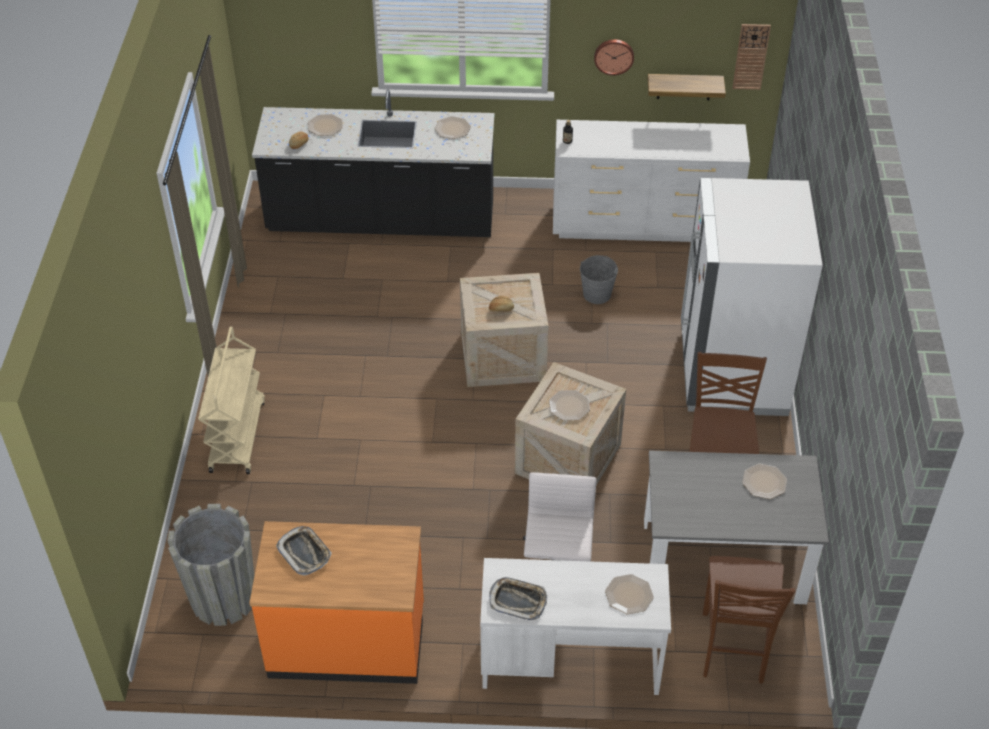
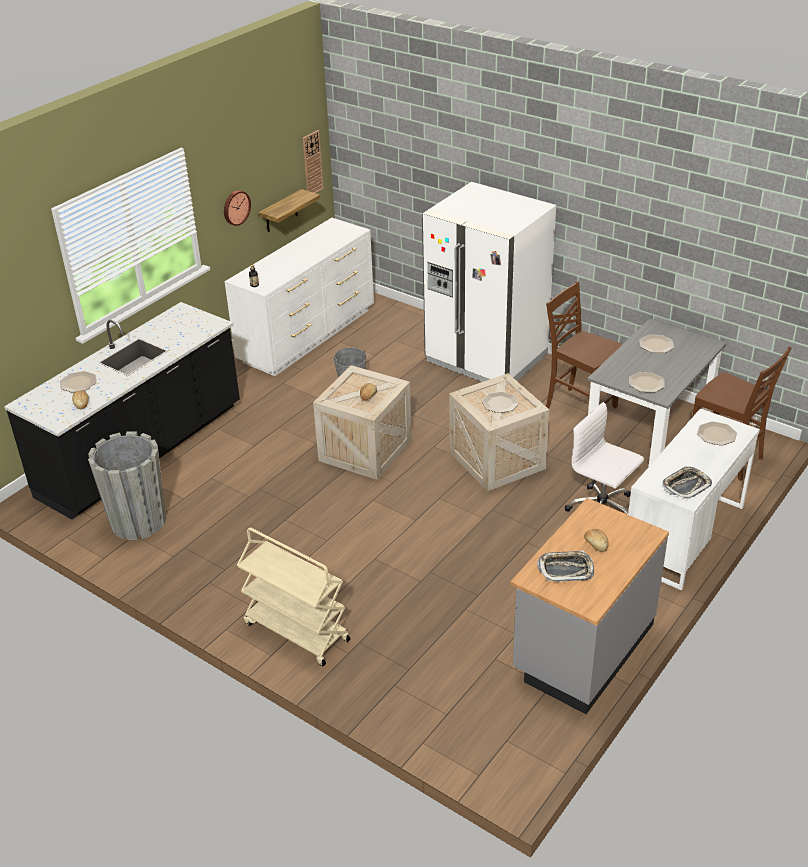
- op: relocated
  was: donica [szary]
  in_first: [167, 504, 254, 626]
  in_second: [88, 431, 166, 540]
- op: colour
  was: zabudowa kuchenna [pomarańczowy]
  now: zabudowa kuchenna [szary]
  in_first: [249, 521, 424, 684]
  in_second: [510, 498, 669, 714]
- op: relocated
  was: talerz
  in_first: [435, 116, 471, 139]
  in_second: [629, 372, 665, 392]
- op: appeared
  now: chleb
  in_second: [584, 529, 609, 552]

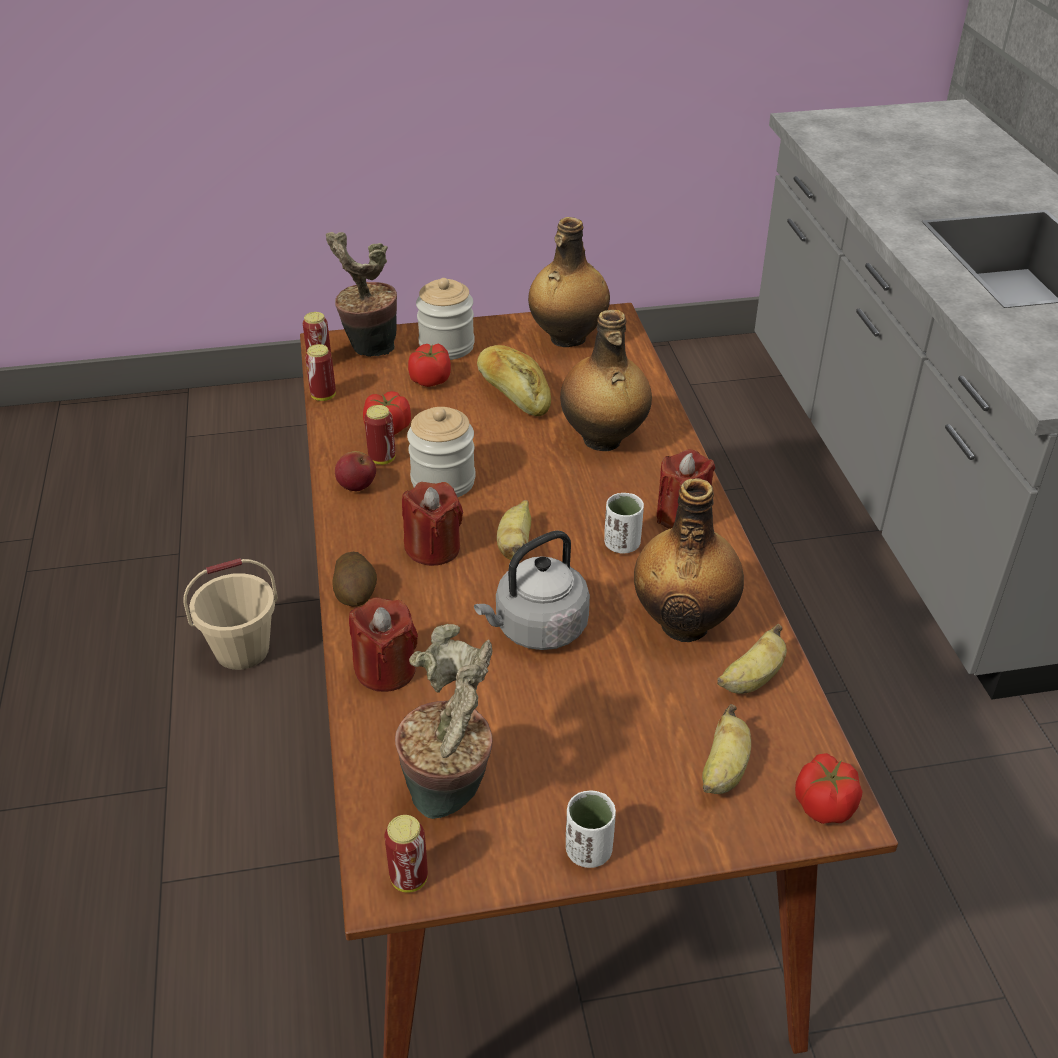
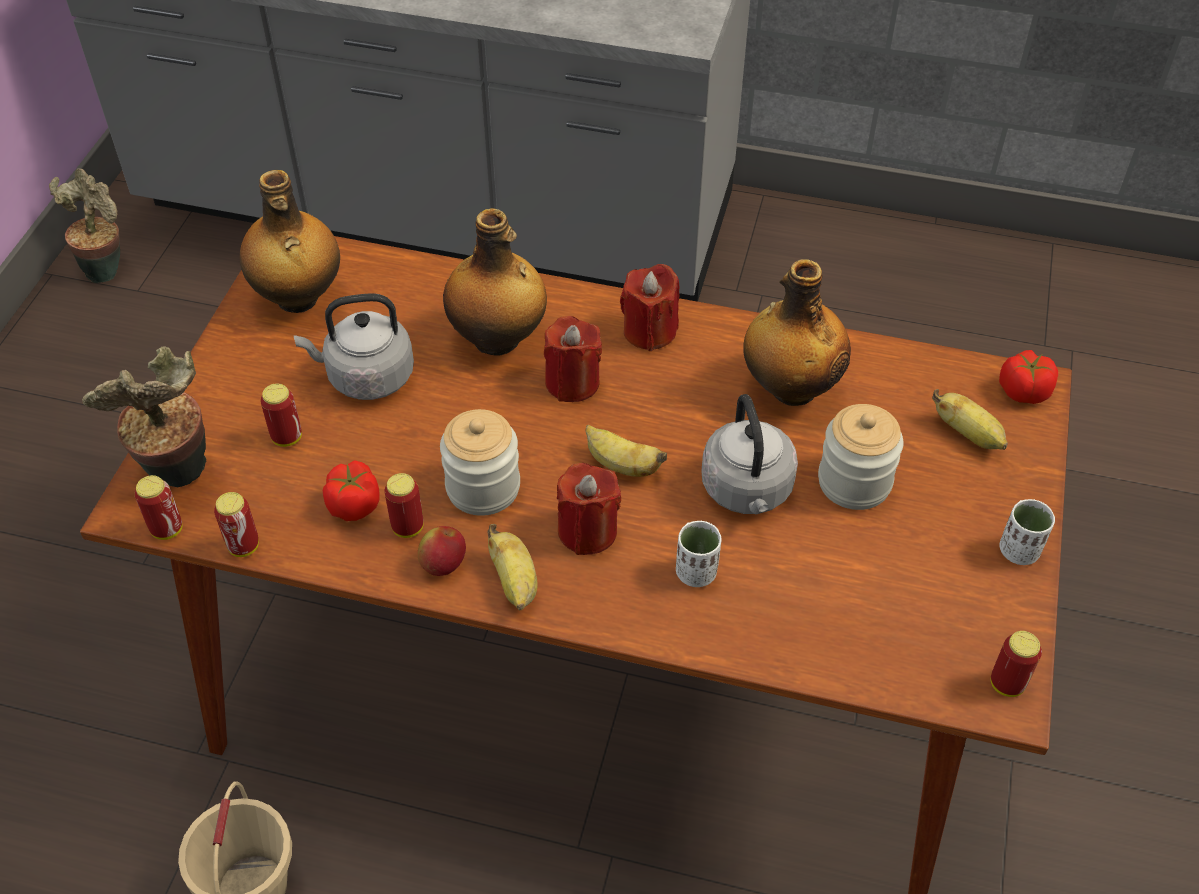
- op: missing
  was: ziemniak
  in_first: [333, 552, 377, 606]
- op: relocated
  was: świeca [czerwony]
  in_first: [349, 597, 418, 692]
  in_second: [544, 316, 602, 402]
- op: relocated
  was: roślina doniczkowa
  in_first: [395, 624, 492, 819]
  in_second: [49, 168, 120, 283]
- op: exchanged
  was: pomidor
  now: puszka
  in_first: [408, 344, 451, 387]
  in_second: [261, 384, 302, 447]
- op: relocated
  was: słoik
  in_first: [416, 278, 475, 360]
  in_second: [818, 404, 903, 510]
- op: exchanged
  was: chleb
  now: czajnik [szary]
  in_first: [477, 345, 551, 416]
  in_second: [294, 293, 414, 400]
- op: relocated
  was: filiżanka [biały]
  in_first: [604, 493, 644, 553]
  in_second: [676, 521, 722, 587]
- op: relocated
  was: banan
  in_first: [717, 624, 787, 694]
  in_second: [487, 524, 538, 610]

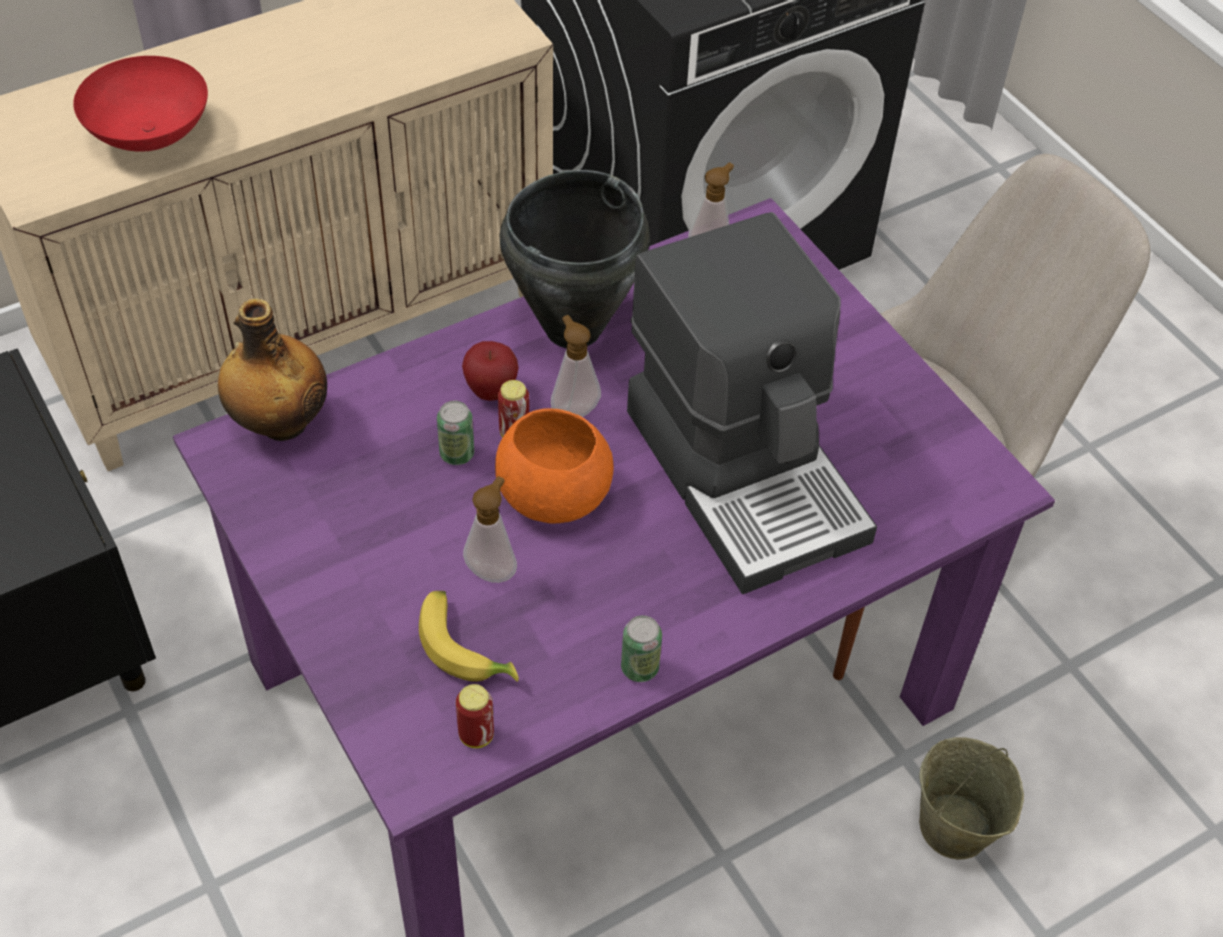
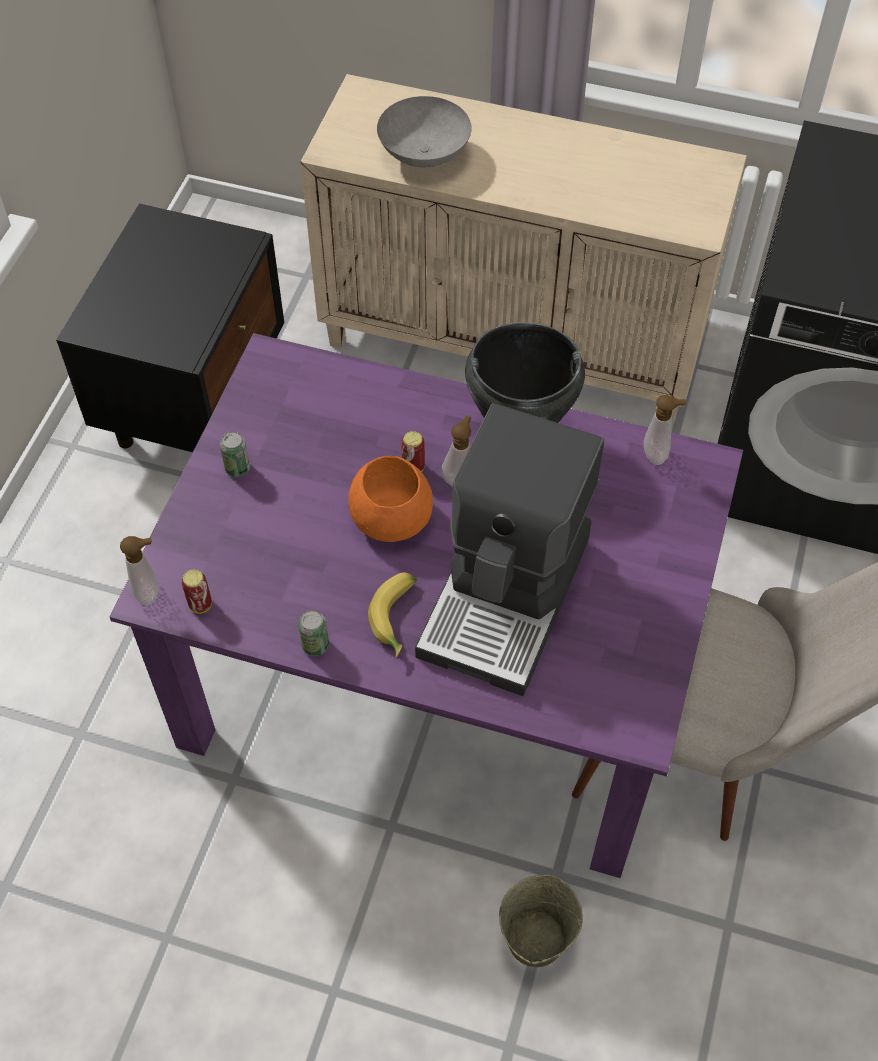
- op: colour
  was: miska [czerwony]
  now: miska [szary]
  in_first: [73, 56, 208, 152]
  in_second: [377, 96, 471, 167]
- op: missing
  was: butelka
  in_first: [218, 299, 327, 441]
- op: relocated
  was: banan
  in_first: [419, 591, 519, 682]
  in_second: [368, 573, 417, 659]
- op: relocated
  was: puszka
  in_first: [437, 401, 474, 465]
  in_second: [220, 431, 250, 477]
- op: missing
  was: jabłko
  in_first: [462, 341, 519, 401]
- op: relocated
  was: dozownik mydła
  in_first: [463, 476, 517, 583]
  in_second: [120, 536, 158, 605]

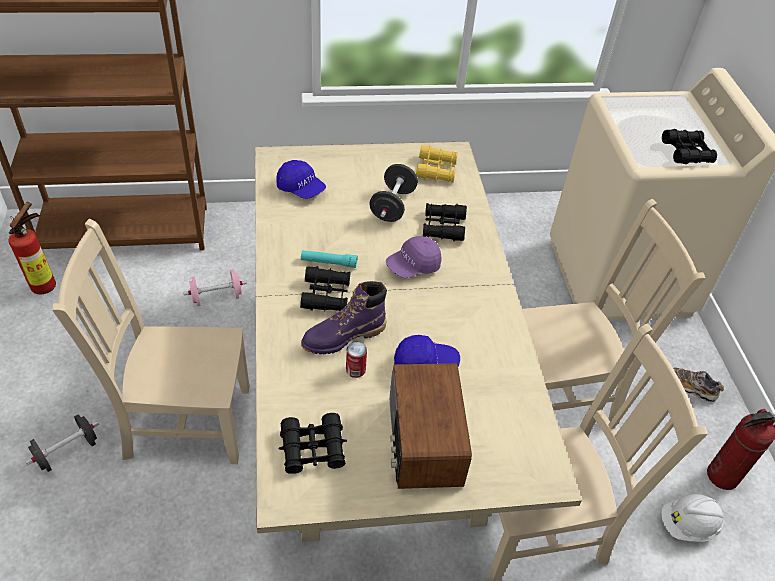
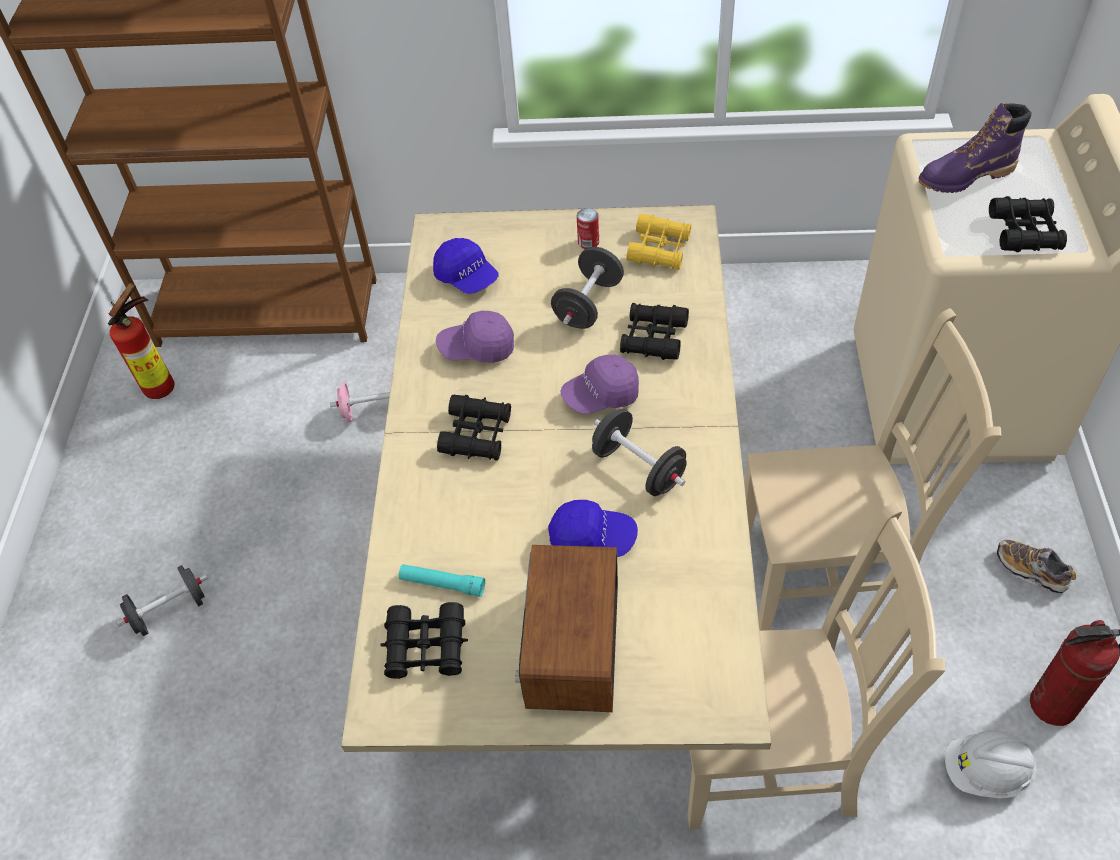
- op: missing
  was: krzesło [beżowy]
  in_first: [52, 219, 250, 464]
- op: relocated
  was: latarka [turkusowy]
  in_first: [301, 250, 358, 268]
  in_second: [399, 564, 485, 597]
- op: relocated
  was: but z cholewką [fioletowy]
  in_first: [301, 281, 387, 354]
  in_second: [919, 103, 1031, 193]
- op: relocated
  was: puszka
  in_first: [346, 342, 367, 378]
  in_second: [576, 208, 599, 249]
- op: appeared
  now: czapka z daszkiem [fioletowy]
  in_second: [436, 311, 514, 363]
- op: appeared
  now: hantel [czarny]
  in_second: [592, 409, 687, 496]

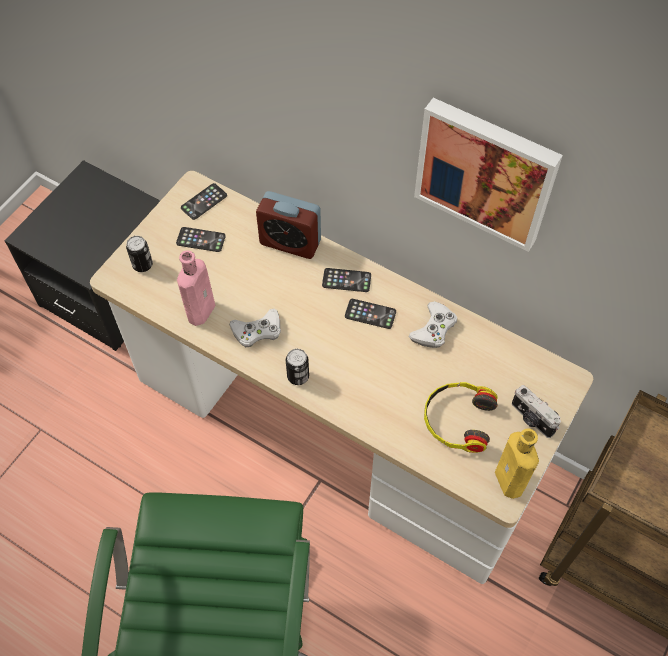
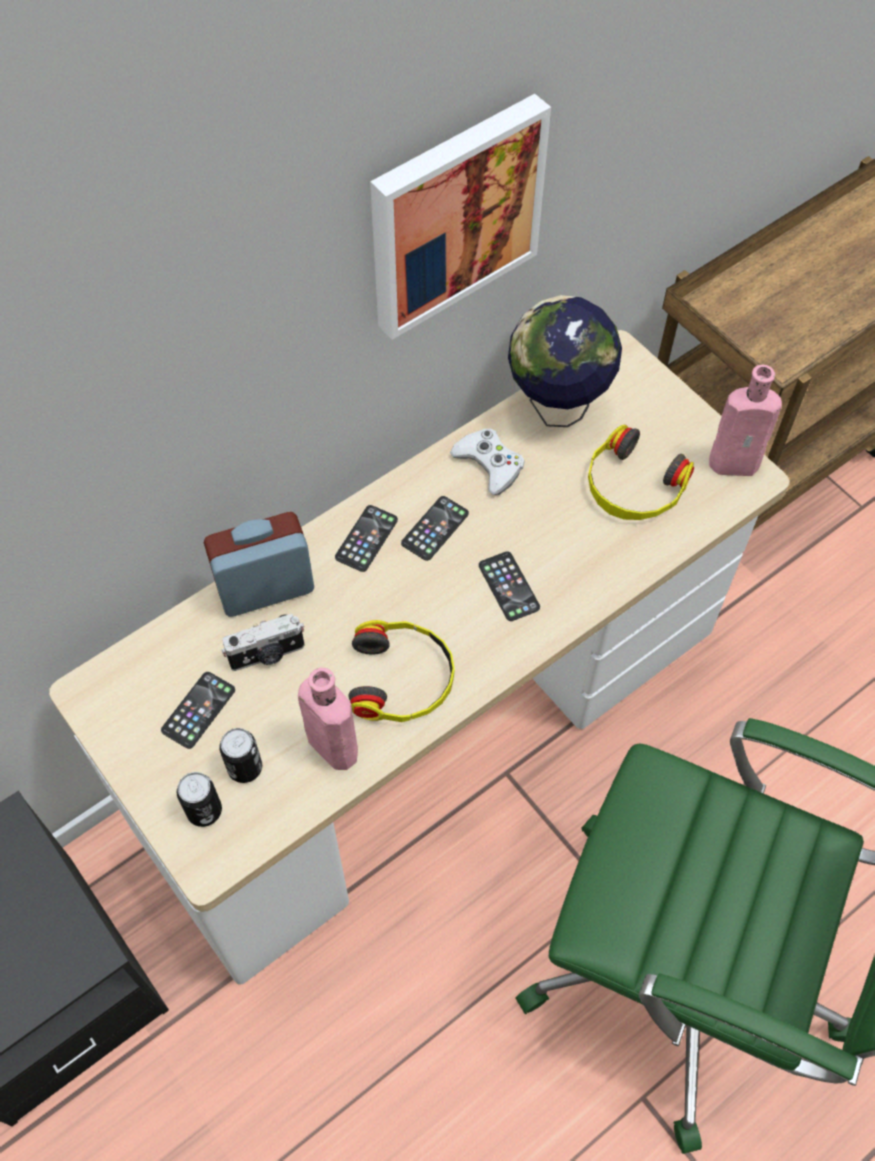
- op: relocated
  was: telefon
  in_first: [181, 183, 227, 220]
  in_second: [479, 551, 540, 621]
- op: exchanged
  was: pad do gier [biały]
  now: słuchawki
  in_first: [230, 308, 281, 347]
  in_second: [348, 620, 455, 722]
- op: spun
  was: budzik
  in_first: [256, 191, 321, 259]
  in_second: [204, 512, 314, 617]
  clockwise: -150
- op: relocated
  was: puszka
  in_first: [286, 349, 309, 385]
  in_second: [219, 728, 262, 783]
- op: colour
  was: butelka [żółty]
  now: butelka [różowy]
  in_first: [495, 429, 539, 499]
  in_second: [709, 365, 782, 476]
- op: relocated
  was: aparat fotograficzny
  in_first: [512, 385, 561, 438]
  in_second: [222, 614, 304, 671]
- op: appeared
  now: globus
  in_second: [508, 295, 622, 427]

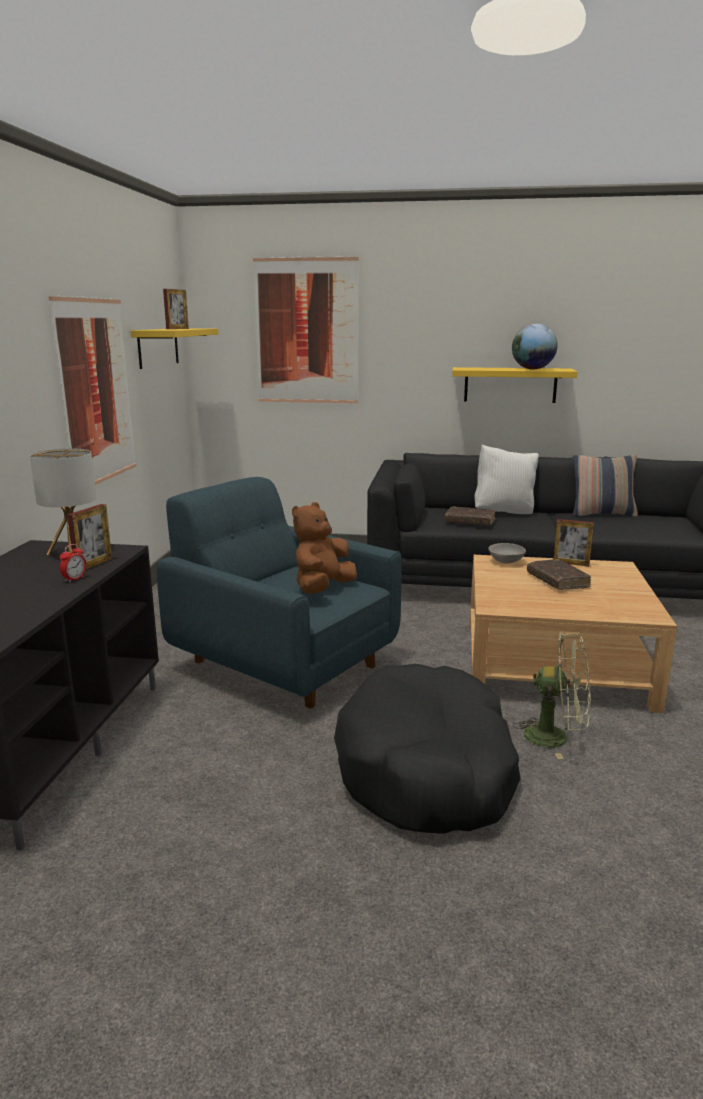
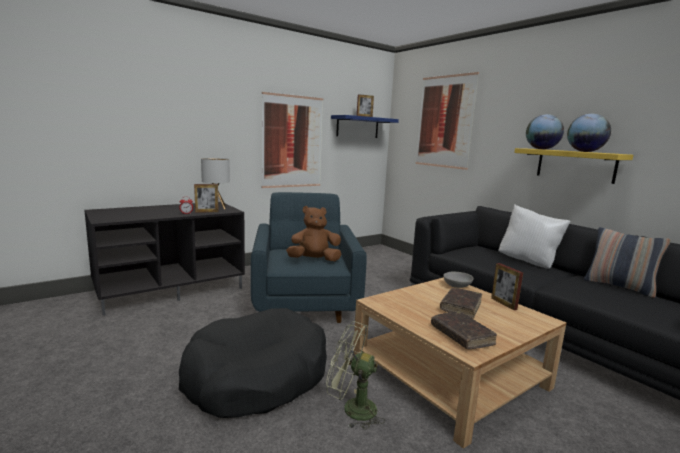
- op: colour
  was: półka [żółty]
  now: półka [niebieski]
  in_first: [130, 328, 218, 369]
  in_second: [331, 115, 399, 138]
- op: relocated
  was: książka [brązowy]
  in_first: [445, 506, 496, 525]
  in_second: [431, 311, 497, 349]
- op: spun
  was: wentylator [zielony]
  in_first: [513, 633, 591, 759]
  in_second: [326, 321, 385, 430]
  clockwise: 135
- op: appeared
  now: globus
  in_second: [526, 114, 564, 149]

